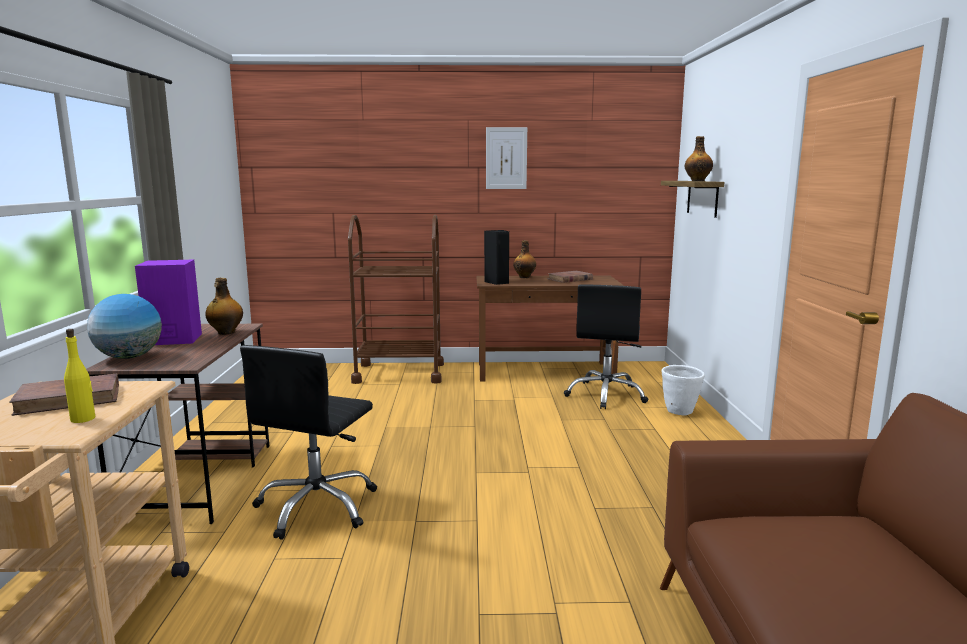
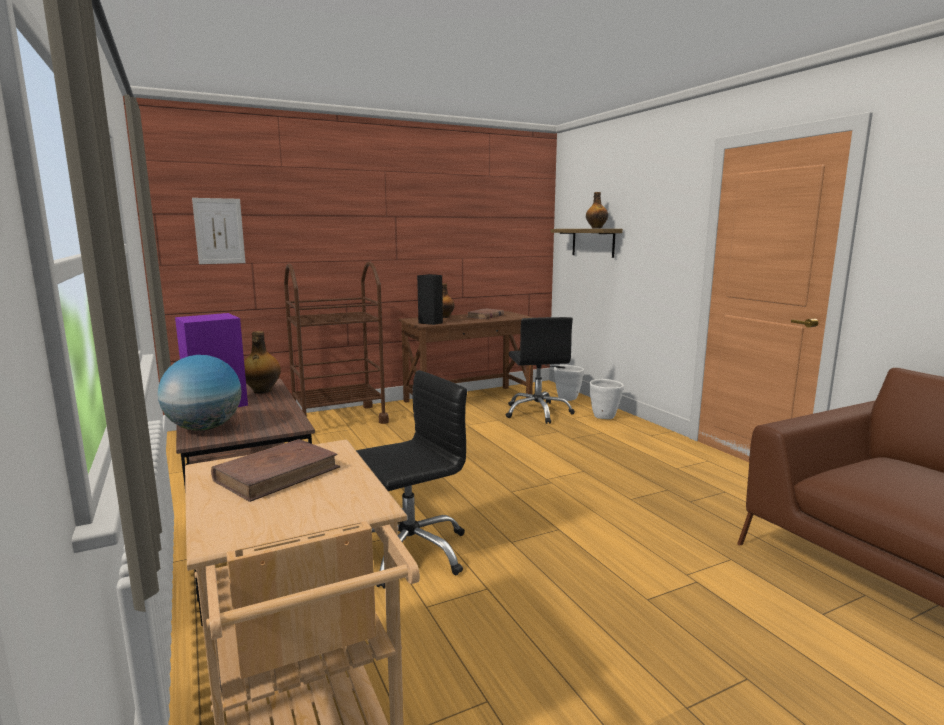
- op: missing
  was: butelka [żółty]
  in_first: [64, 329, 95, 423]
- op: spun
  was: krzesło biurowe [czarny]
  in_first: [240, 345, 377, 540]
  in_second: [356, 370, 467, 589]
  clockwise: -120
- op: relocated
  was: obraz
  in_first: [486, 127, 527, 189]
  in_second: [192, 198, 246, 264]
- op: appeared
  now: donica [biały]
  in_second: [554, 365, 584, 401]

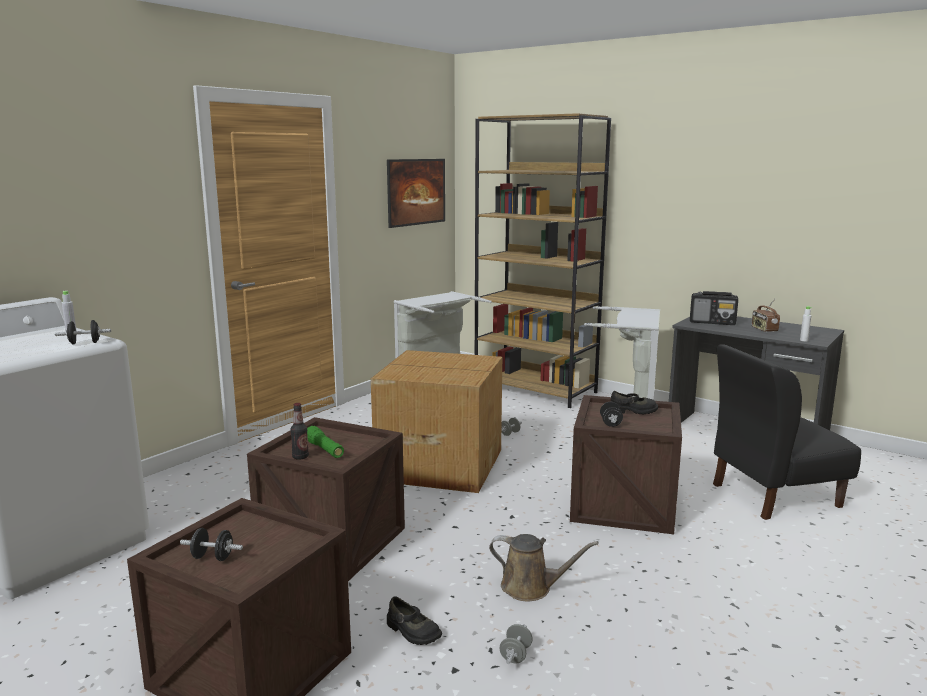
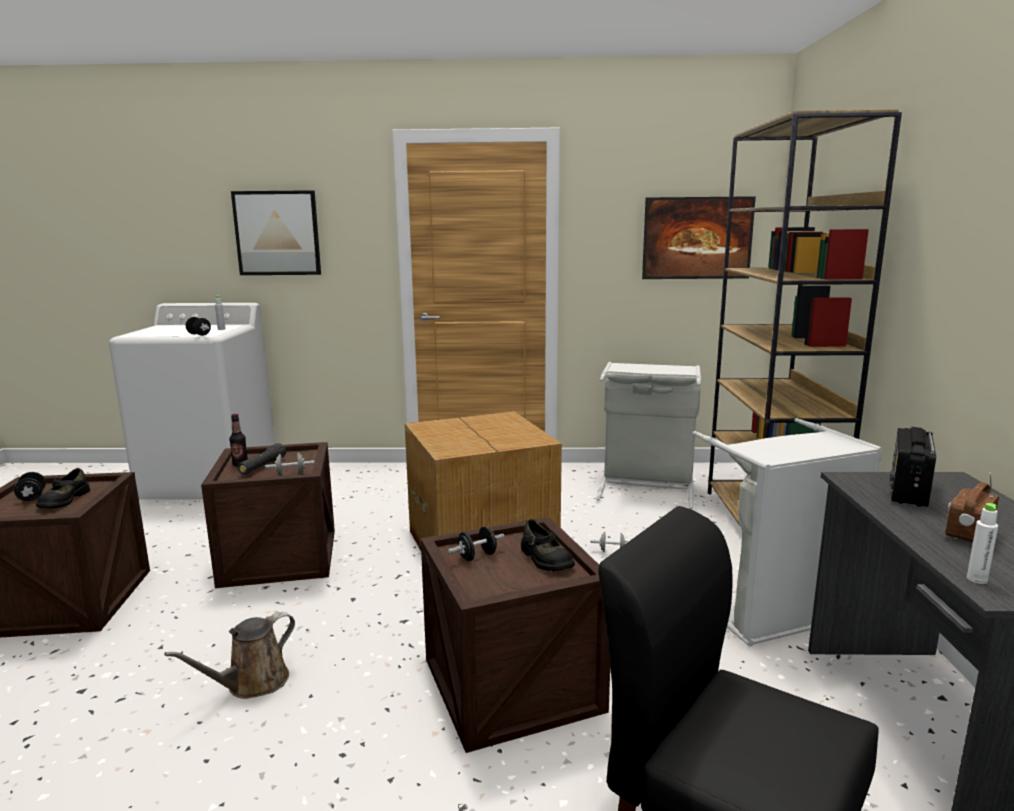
- op: colour
  was: latarka [zielony]
  now: latarka [czarny]
  in_first: [307, 426, 344, 458]
  in_second: [238, 443, 286, 475]
- op: relocated
  was: but [czarny]
  in_first: [387, 596, 442, 645]
  in_second: [36, 468, 90, 508]
- op: spun
  was: konewka [brązowy]
  in_first: [489, 534, 598, 601]
  in_second: [164, 612, 295, 699]
  clockwise: 60
- op: relocated
  was: hantel [szary]
  in_first: [500, 624, 533, 664]
  in_second: [265, 453, 315, 476]
- op: spun
  was: radio
  in_first: [690, 291, 738, 325]
  in_second: [890, 427, 936, 507]
  clockwise: 45
- op: appeared
  now: obraz
  in_second: [231, 190, 321, 275]

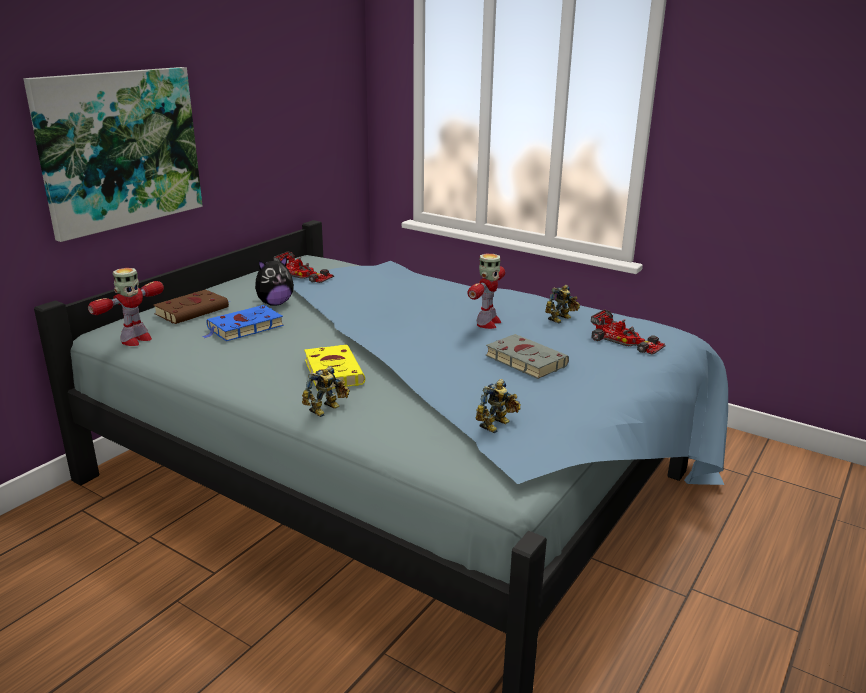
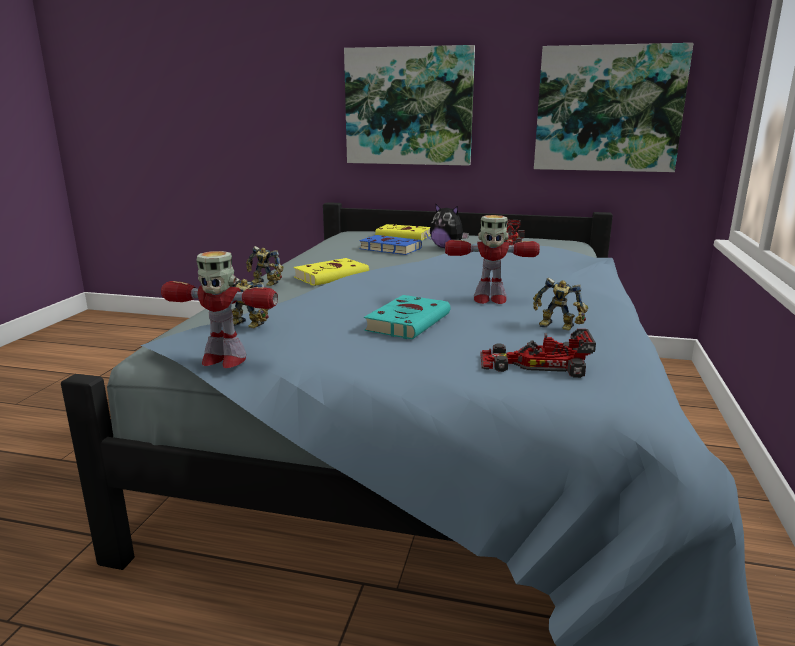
- op: relocated
  was: robot zabawkowy
  in_first: [88, 268, 164, 346]
  in_second: [161, 251, 278, 368]
- op: colour
  was: książka [brązowy]
  now: książka [żółty]
  in_first: [153, 289, 229, 324]
  in_second: [375, 224, 432, 240]
- op: colour
  was: książka [szary]
  now: książka [turkusowy]
  in_first: [485, 334, 569, 379]
  in_second: [364, 295, 450, 339]
- op: spun
  was: samochodzik
  in_first: [591, 309, 666, 355]
  in_second: [480, 329, 596, 378]
  clockwise: 75
- op: appeared
  now: obraz
  in_second: [534, 43, 694, 172]

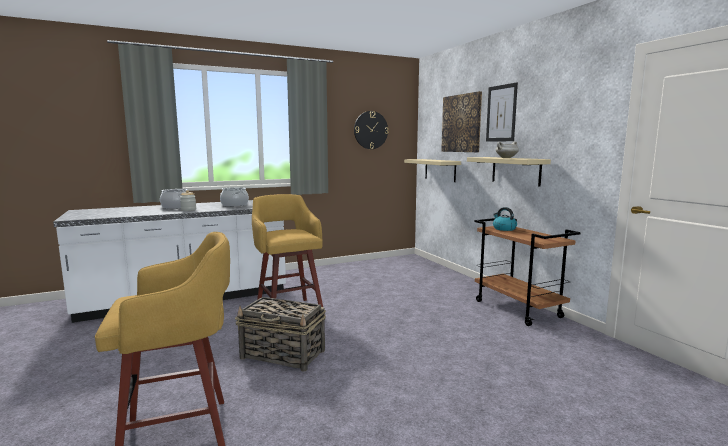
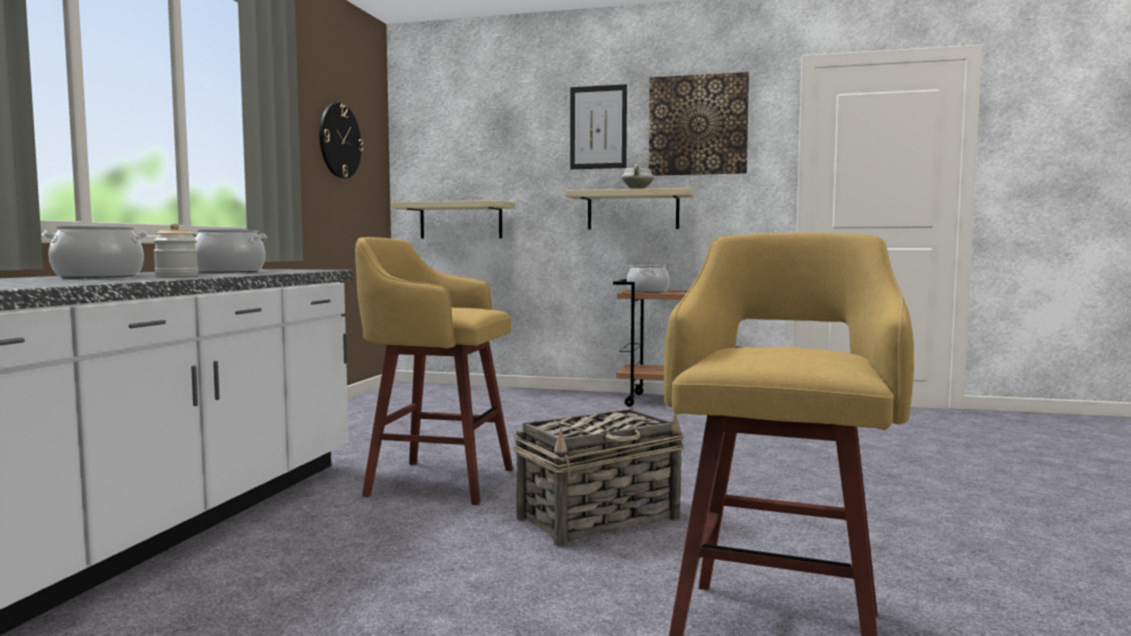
- op: relocated
  was: obraz
  in_first: [441, 91, 482, 152]
  in_second: [649, 72, 749, 176]
- op: exchanged
  was: czajnik
  now: garnek
  in_first: [493, 207, 517, 231]
  in_second: [627, 265, 669, 292]

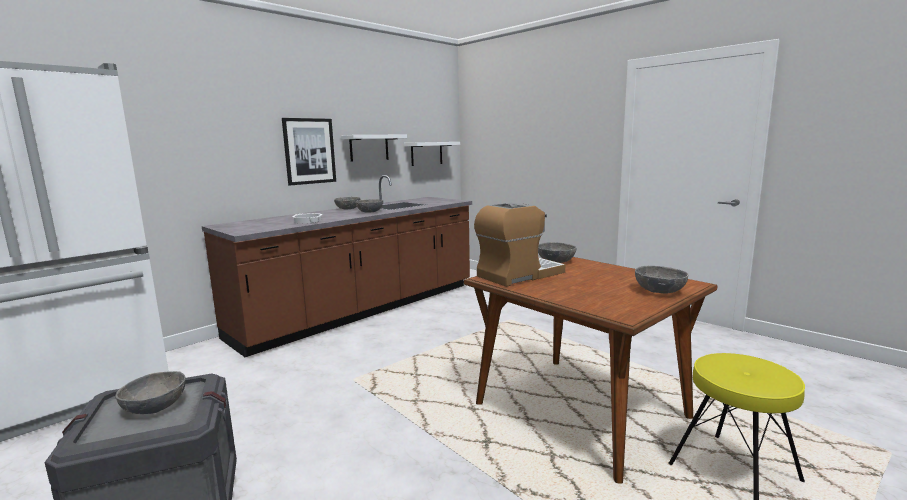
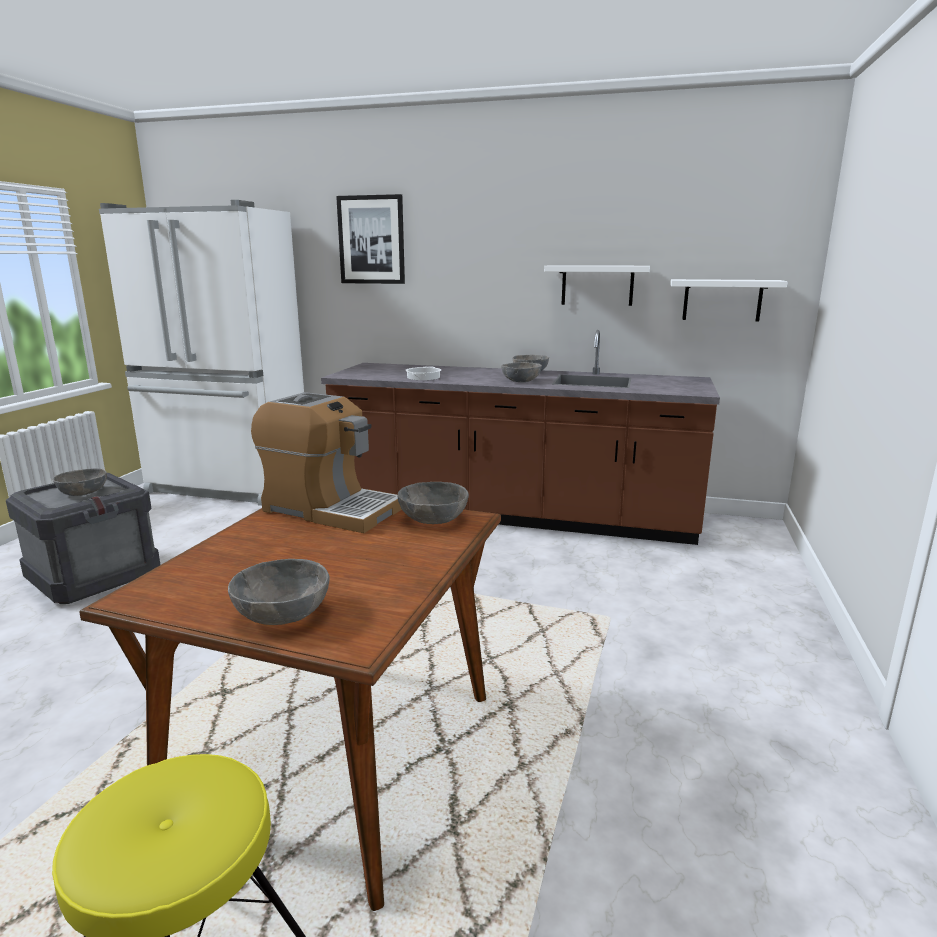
- op: relocated
  was: obraz
  in_first: [282, 118, 336, 185]
  in_second: [336, 194, 405, 284]

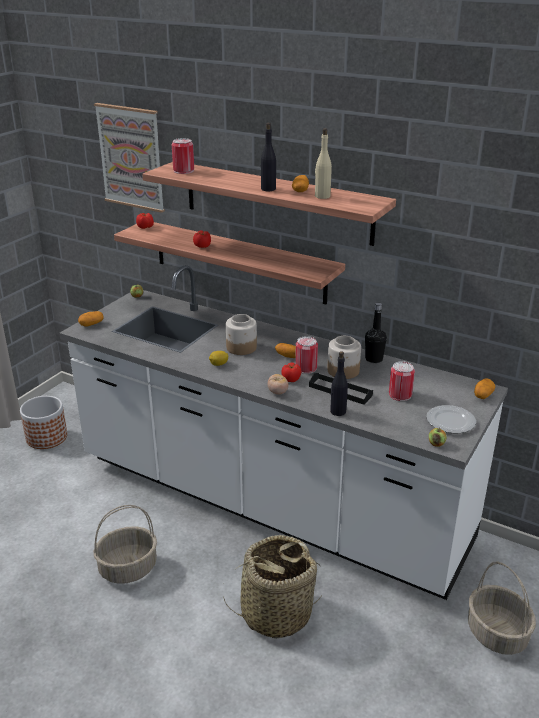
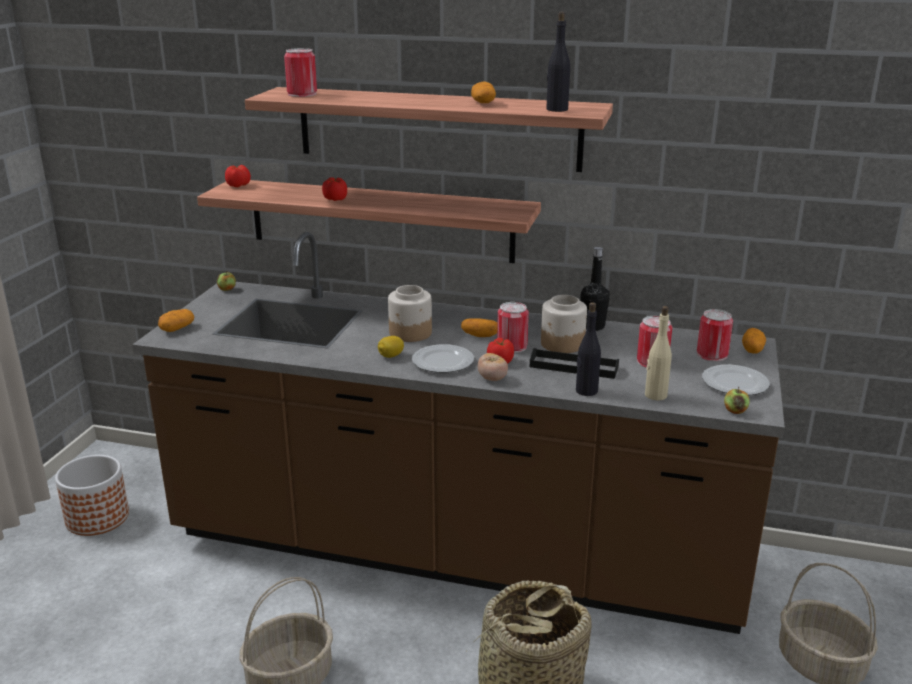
- op: colour
  was: zabudowa kuchenna [biały]
  now: zabudowa kuchenna [brązowy]
  in_first: [59, 265, 508, 600]
  in_second: [132, 232, 785, 634]
- op: missing
  was: obraz
  in_first: [94, 103, 165, 213]
- op: relocated
  was: butelka [czarny]
  in_first: [261, 123, 276, 191]
  in_second: [546, 12, 570, 112]
- op: relocated
  was: butelka [beżowy]
  in_first: [315, 128, 332, 199]
  in_second: [645, 306, 672, 400]
- op: appeared
  now: talerz
  in_second: [412, 344, 474, 373]
- op: appeared
  now: puszka
  in_second: [697, 309, 733, 361]

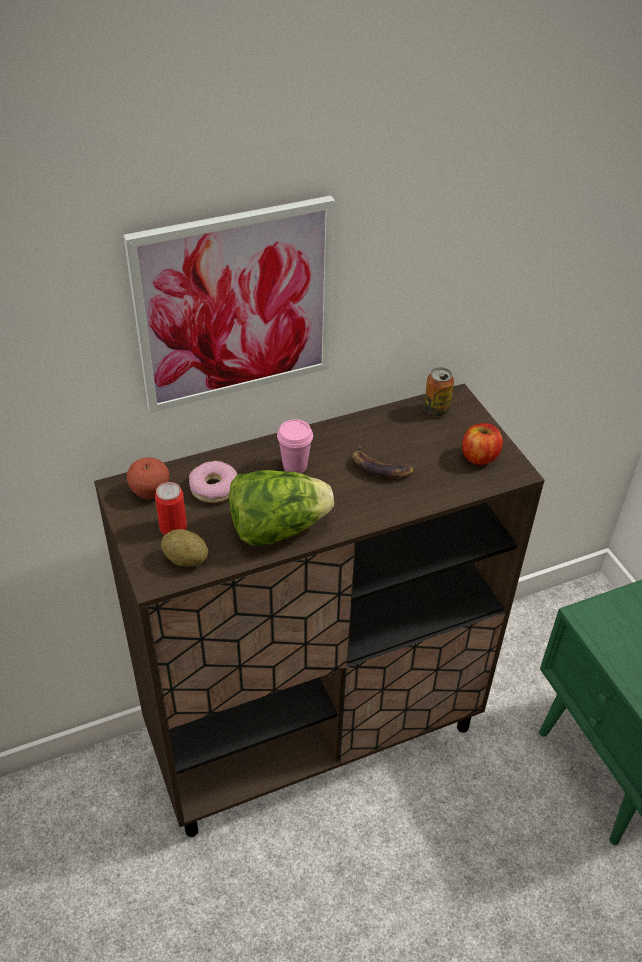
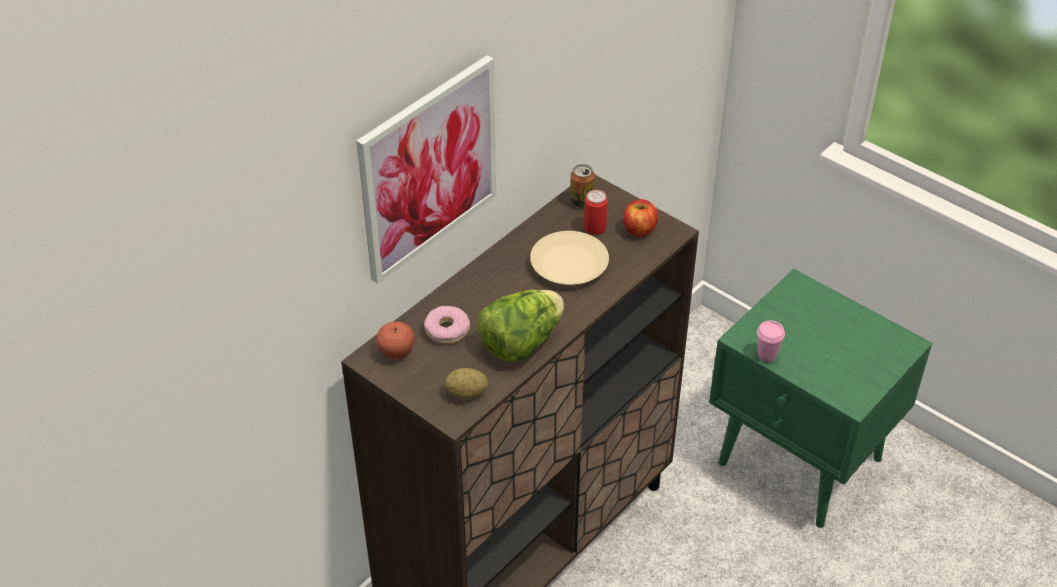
- op: relocated
  was: puszka
  in_first: [155, 482, 187, 535]
  in_second: [584, 190, 608, 235]
- op: relocated
  was: filiżanka [różowy]
  in_first: [277, 419, 313, 473]
  in_second: [757, 320, 785, 362]
- op: exchanged
  was: banan
  now: talerz [beżowy]
  in_first: [352, 444, 415, 477]
  in_second: [530, 231, 609, 285]

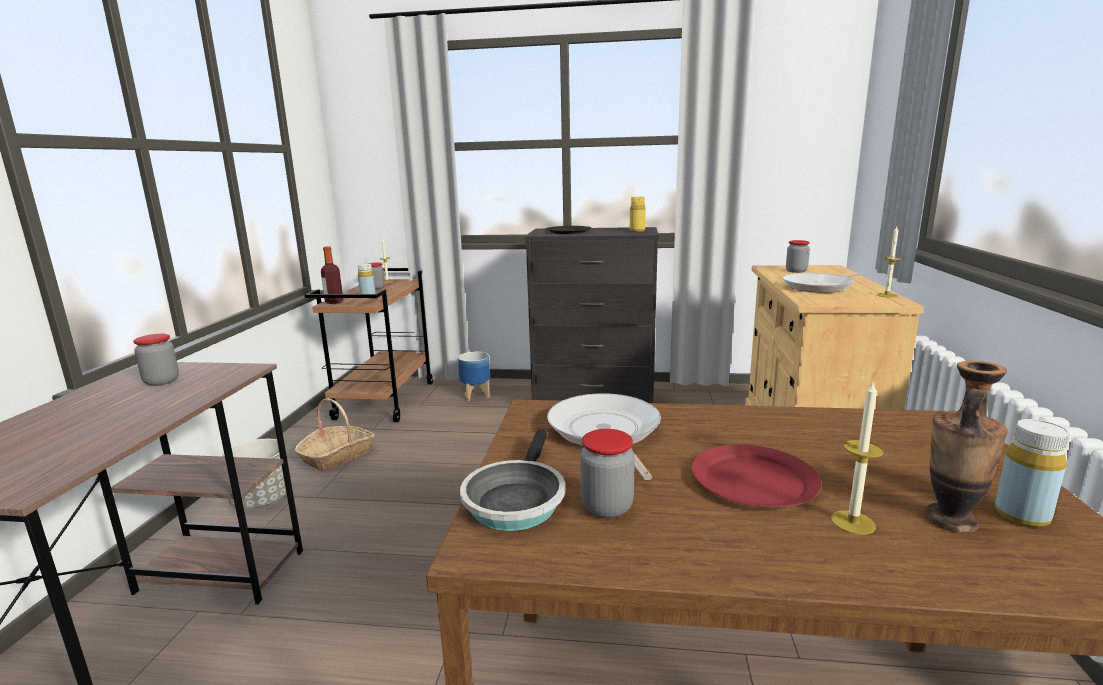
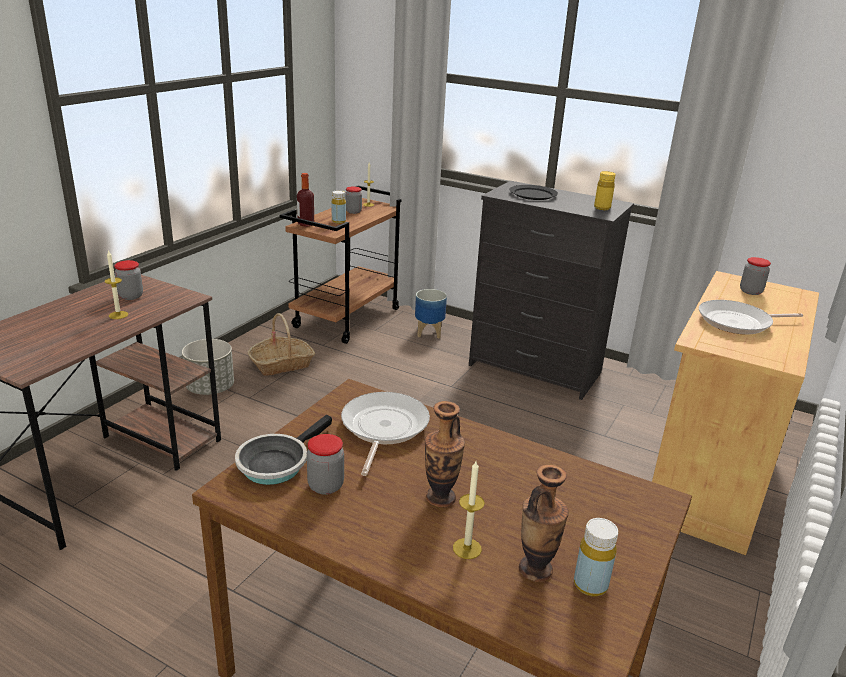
- op: exchanged
  was: talerz [czerwony]
  now: wazon
  in_first: [692, 445, 821, 507]
  in_second: [425, 401, 465, 507]
- op: relocated
  was: świeca
  in_first: [877, 227, 901, 298]
  in_second: [105, 250, 128, 319]

